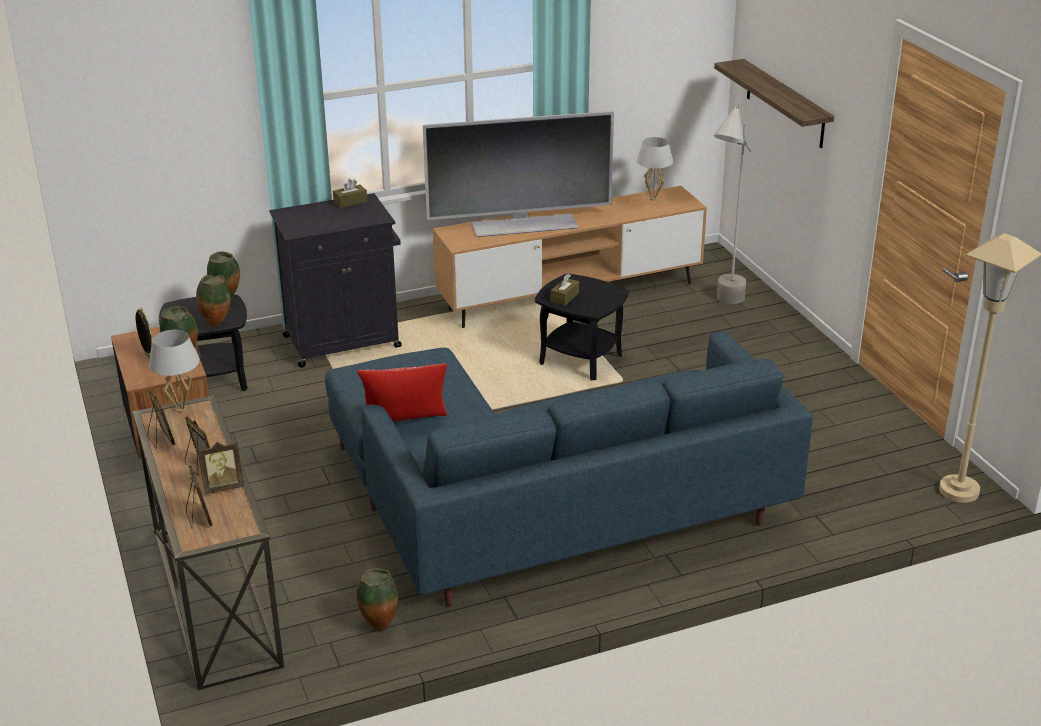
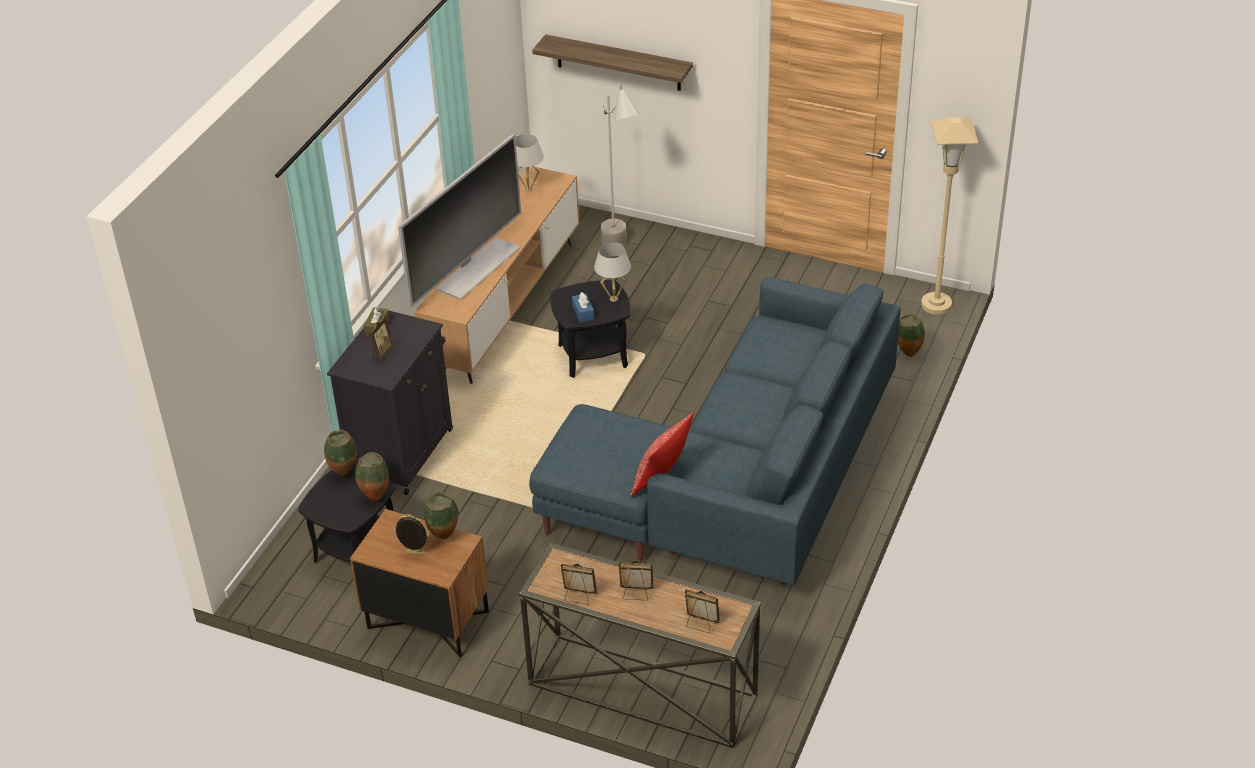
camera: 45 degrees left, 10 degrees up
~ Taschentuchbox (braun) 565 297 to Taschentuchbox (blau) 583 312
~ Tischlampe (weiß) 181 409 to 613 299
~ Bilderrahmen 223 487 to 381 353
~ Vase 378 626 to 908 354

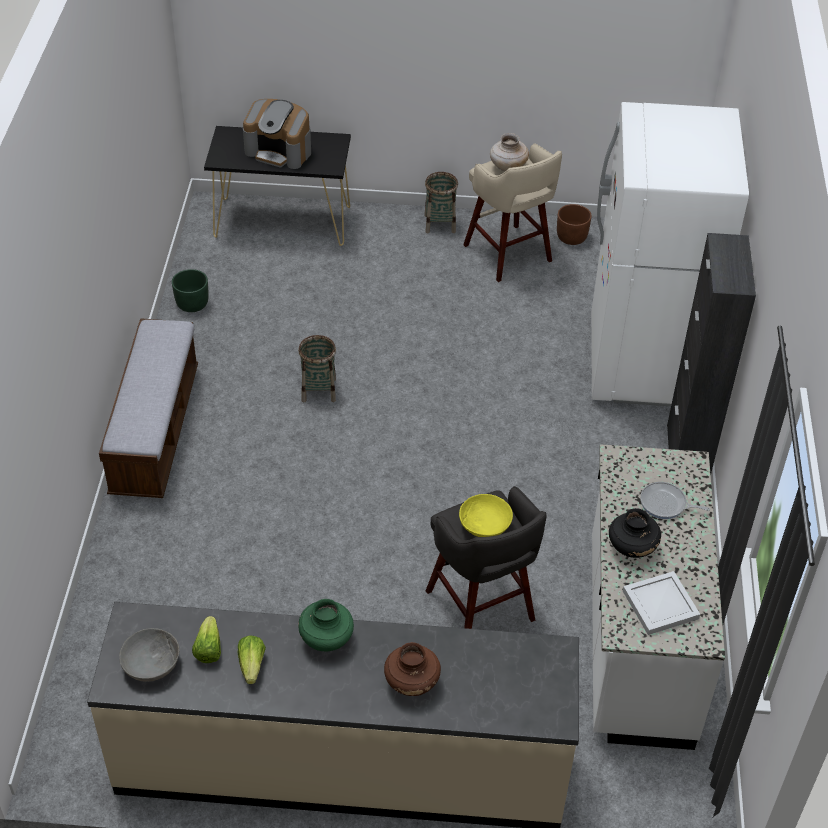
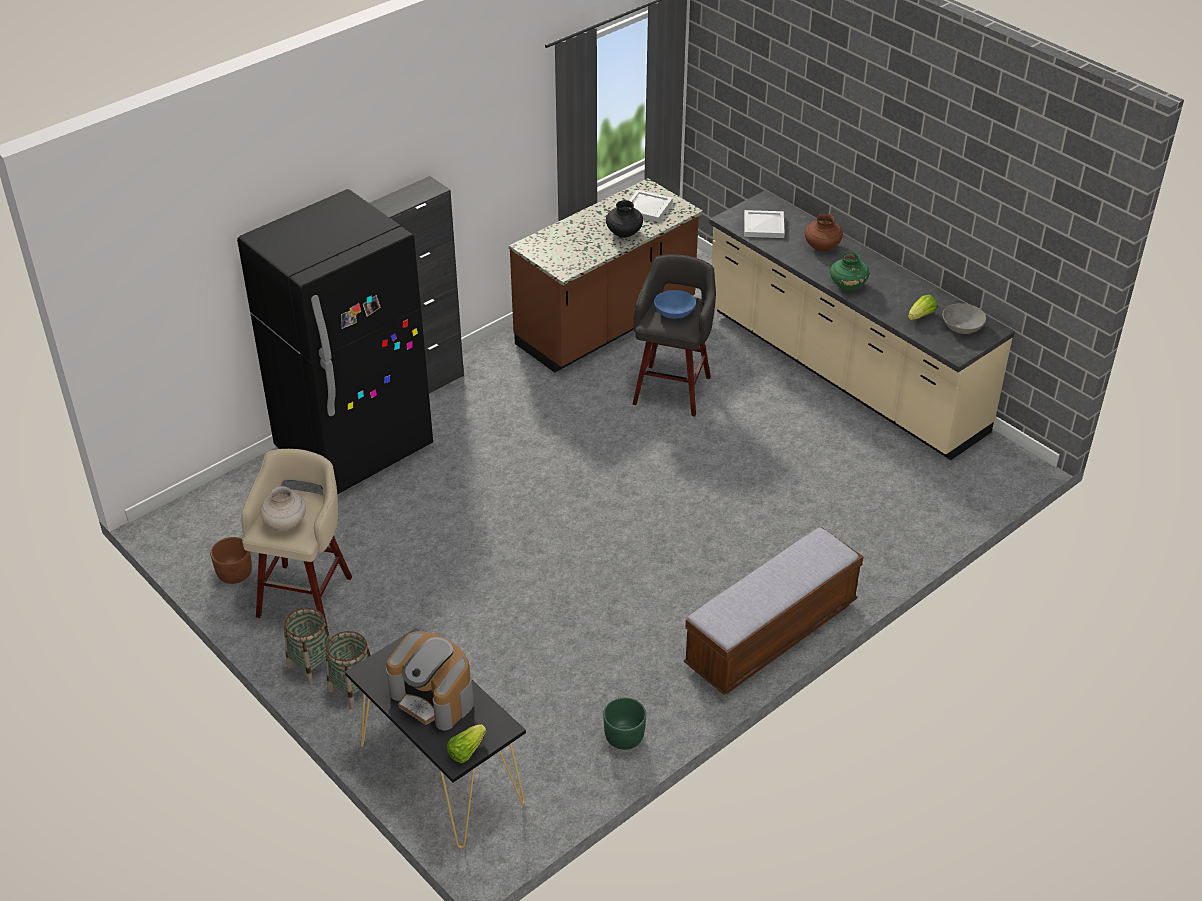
camera: 135 degrees left, 5 degrees down
~ Kaffeemaschine 279 151 = 434 697 150 degrees clockwise
~ Kühlschrank (weiß) 643 363 to Kühlschrank (schwarz) 355 449
~ Korb 318 390 to 353 689
~ Küchenzeile (weiß) 636 641 to Küchenzeile (braun) 607 325
- Pfanne 665 504
~ Schüssel (gelb) 484 525 to Schüssel (blau) 674 312
~ Salatkopf 252 665 to 466 750
+ Tablett (weiß) 764 226

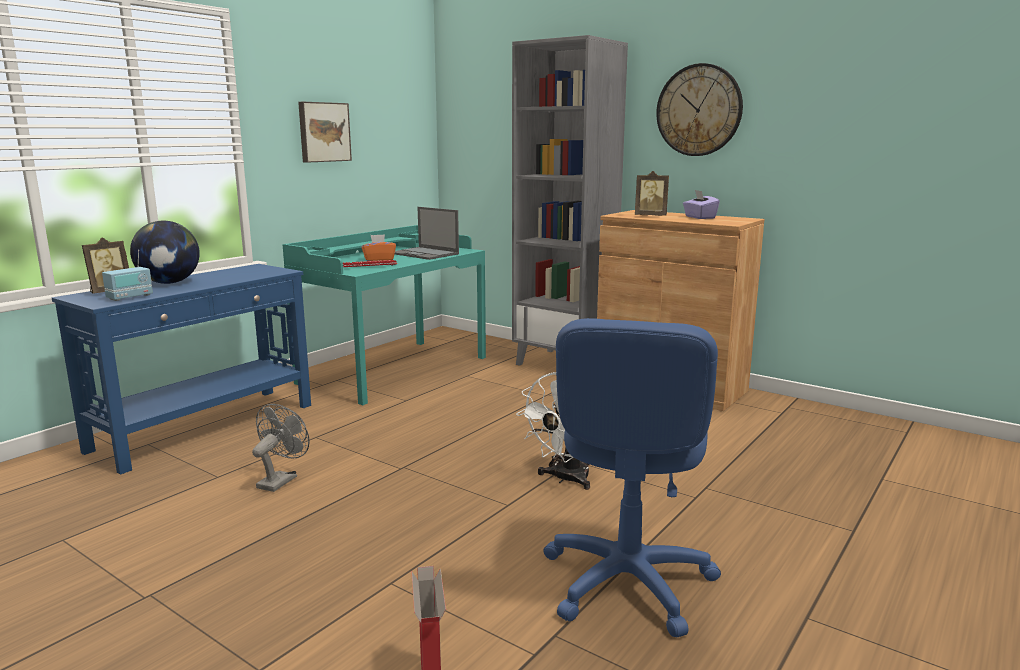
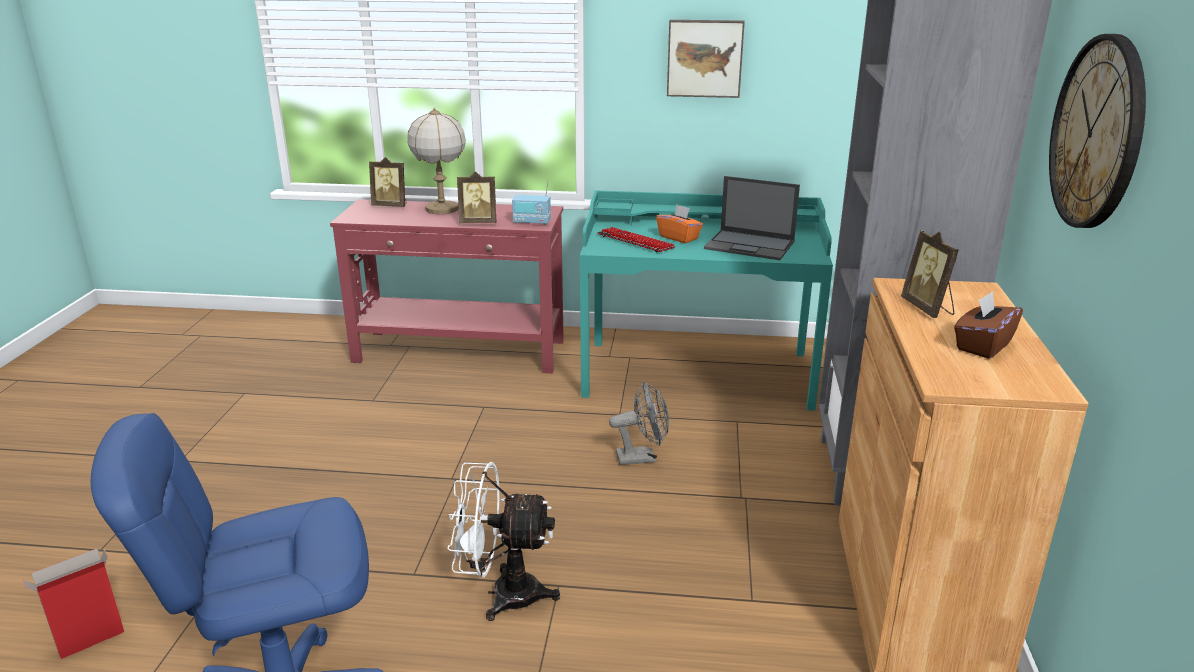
camera: 60 degrees right, 10 degrees up
~ Taschentuchbox (lila) 699 217 to Taschentuchbox (braun) 982 345
~ Laptop 425 254 = 750 245 75 degrees counterclockwise
~ Globus 169 283 to Tischlampe 441 209
~ Radio 130 297 to 532 222
~ Konsolentisch (blau) 207 427 to Konsolentisch (rot) 460 352
~ Ventilator (grau) 281 480 to 642 457
+ Bilderrahmen 478 222

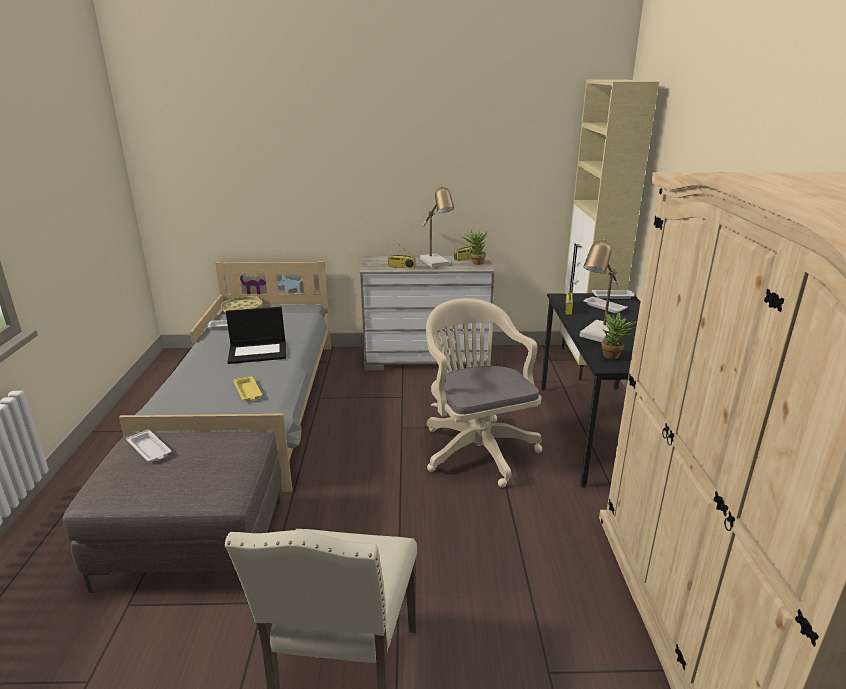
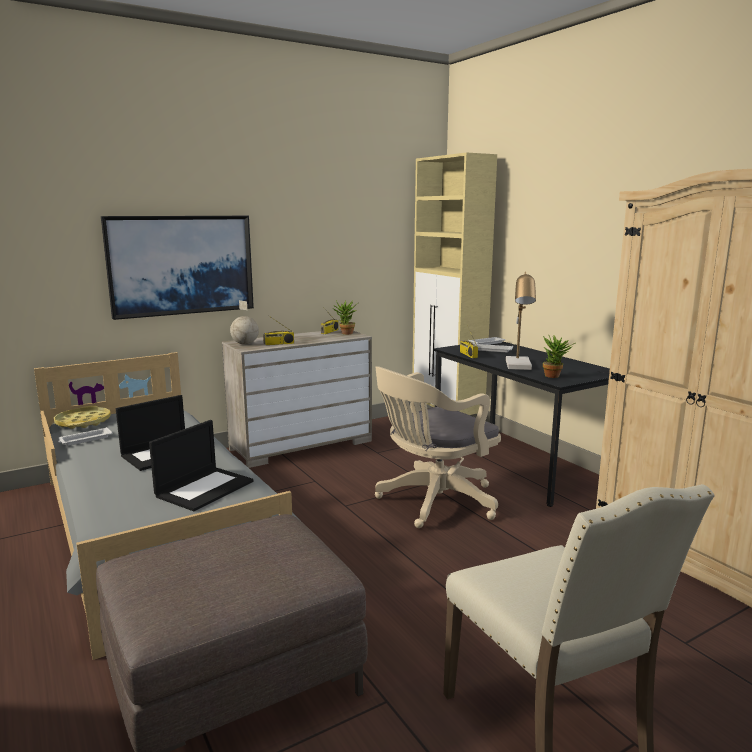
camera: 30 degrees left, 10 degrees down
- Tischlampe 436 263
~ Bürostuhl (beige) 476 447 = 433 502 75 degrees counterclockwise
~ Tablett (gelb) 248 391 to Laptop 205 488
- Tablett (weiß) 150 450
+ Bild 181 265
+ Globus 245 344

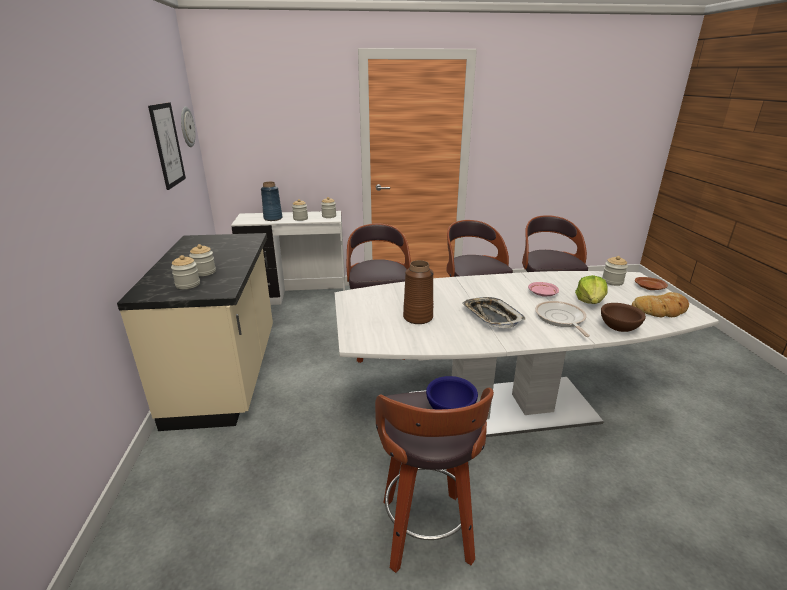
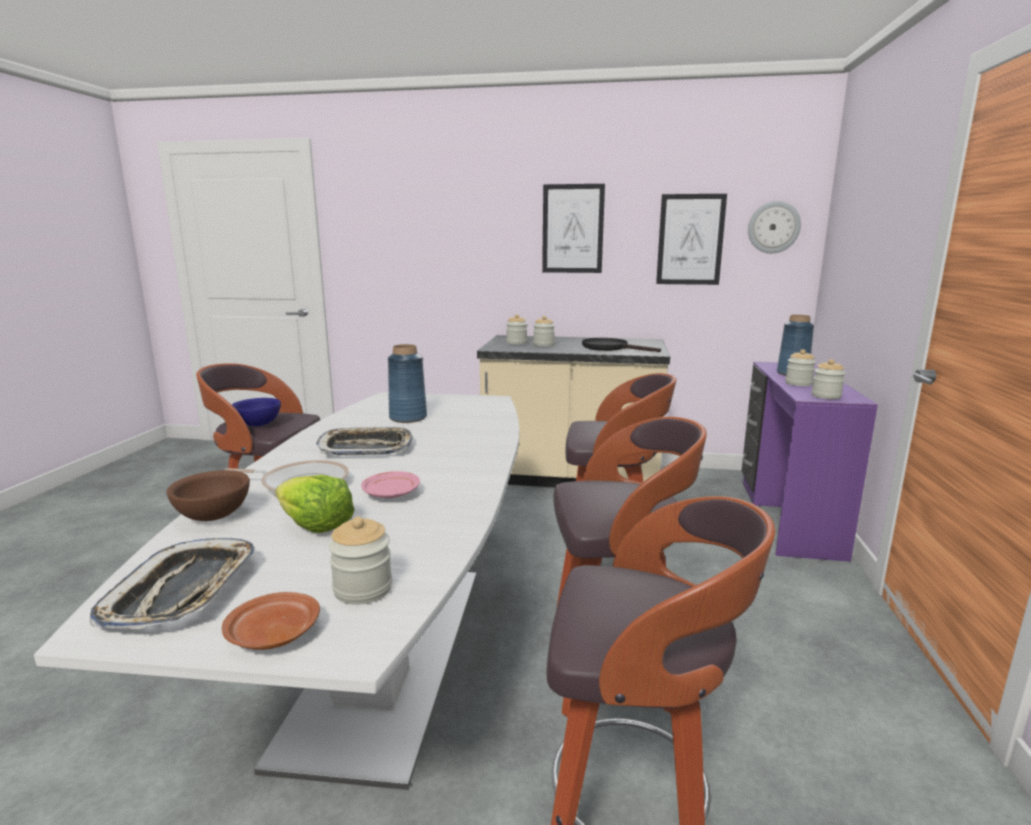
camera: 105 degrees right, 10 degrees down
~ Schreibtisch (weiß) 297 297 to Schreibtisch (lila) 786 517
~ Vase (braun) 417 317 to Vase (blau) 408 418
~ Brot 662 310 to Tablett 183 591
+ Bild 572 229
+ Pfanne (schwarz) 611 348

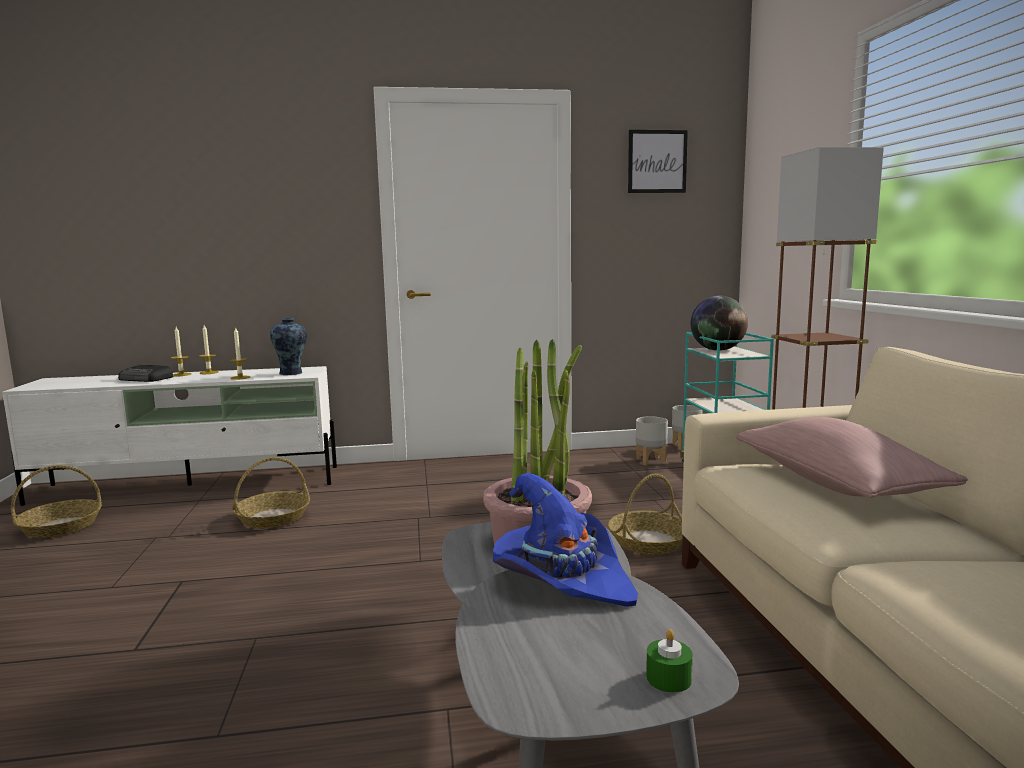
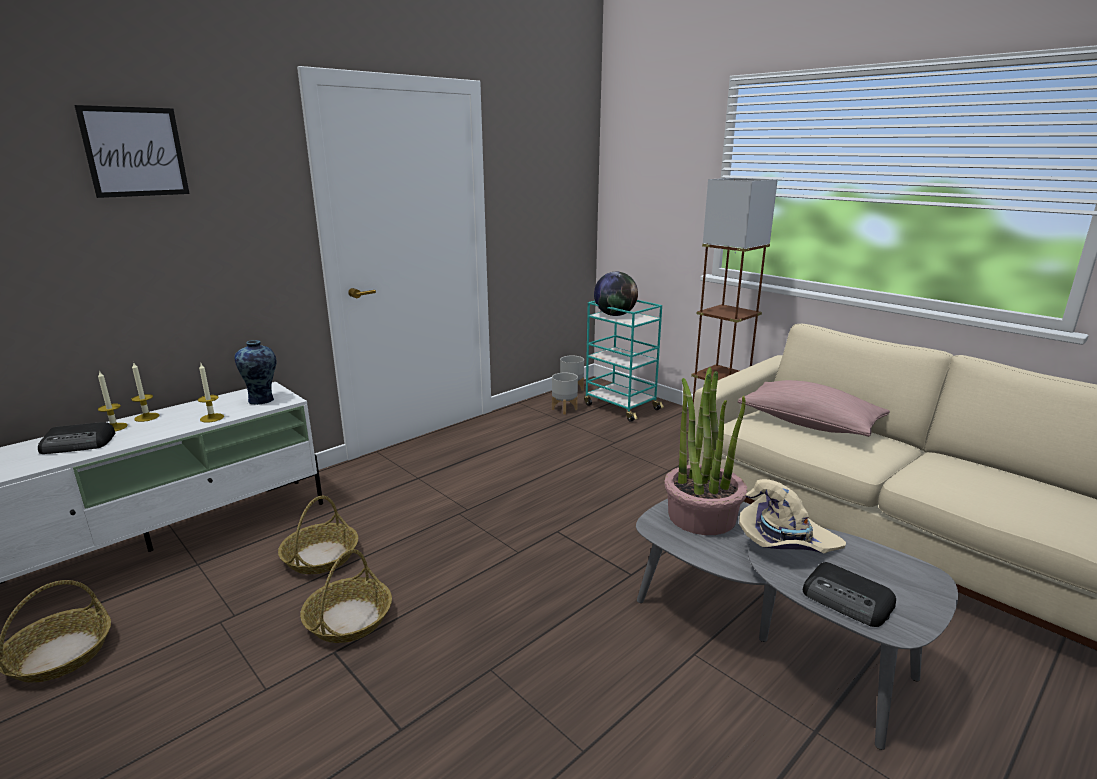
camera: 35 degrees left, 10 degrees up
~ Bild 657 161 to 135 152
~ Hut (blau) 561 578 to Hut (beige) 785 542
~ Korb 649 541 to 349 619
- Kerze (grün) 668 678
+ Radio 848 601

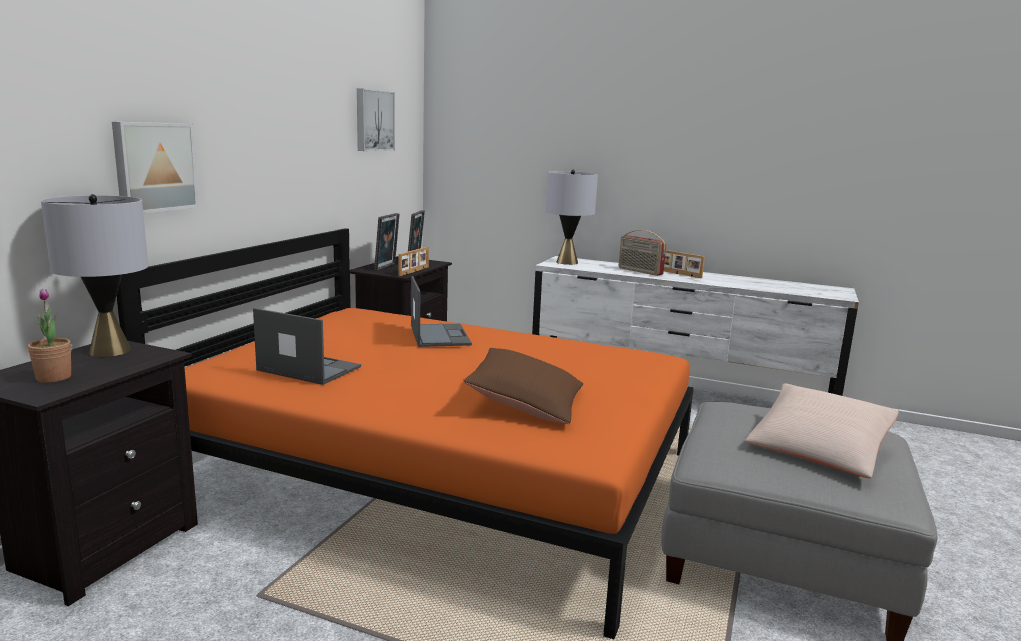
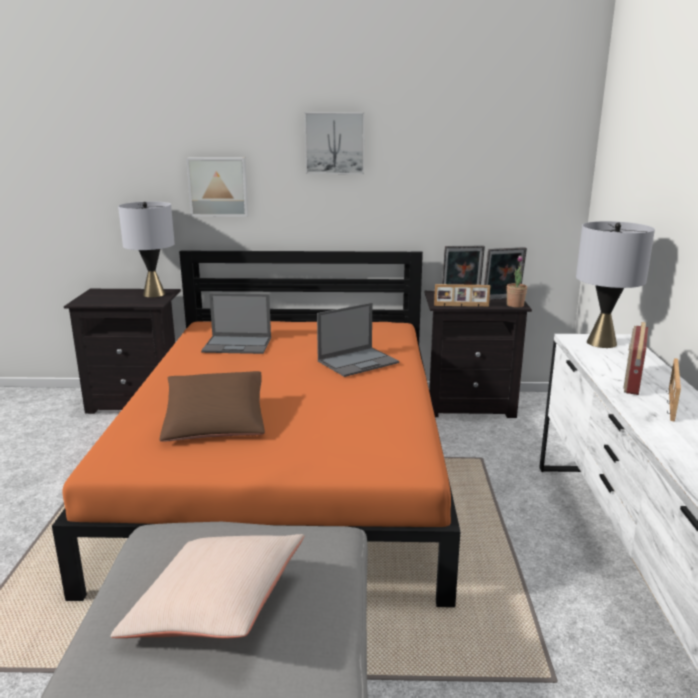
camera: 70 degrees right, 5 degrees up
~ Bild 373 120 to 334 143
~ Topfpflanze 54 377 to 515 305
~ Laptop 308 368 = 238 345 90 degrees clockwise

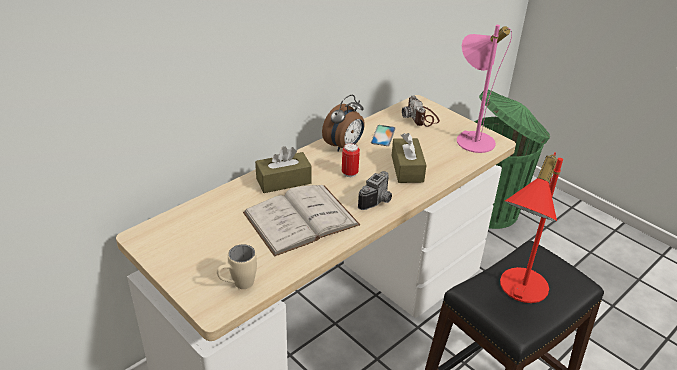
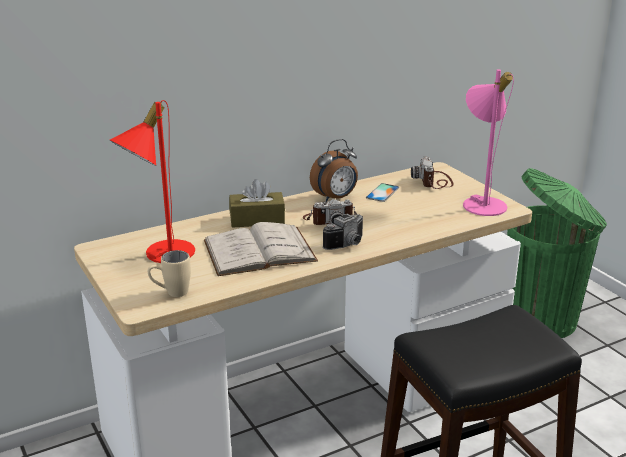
camera: 15 degrees right, 10 degrees down
- Taschentuchbox (braun) 407 168
~ Dose 349 173 to Kamera 329 220
~ Tischlampe (rot) 517 289 to 160 253

